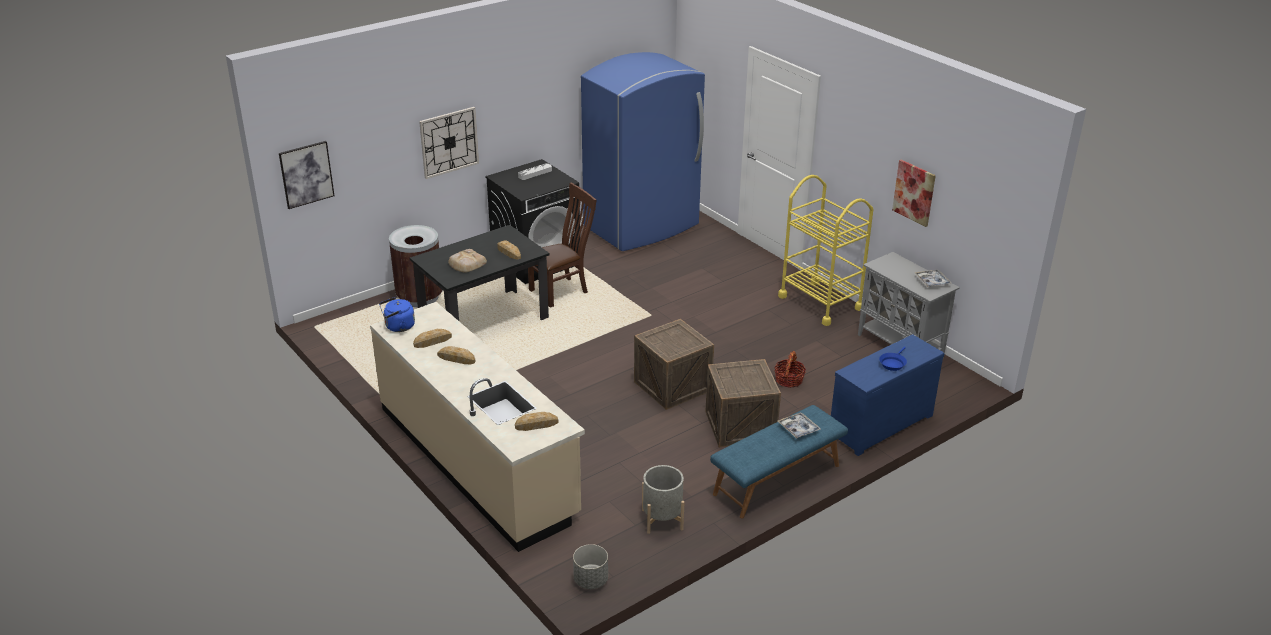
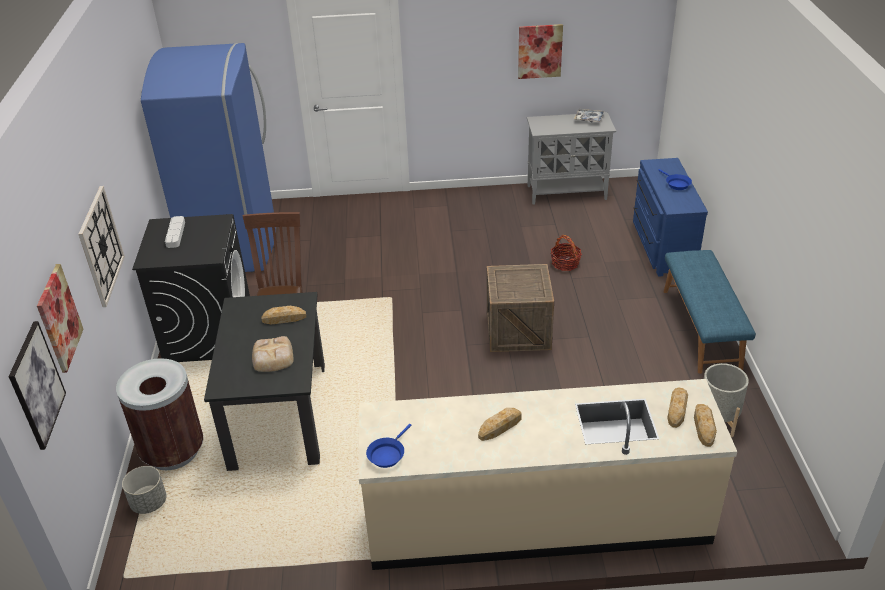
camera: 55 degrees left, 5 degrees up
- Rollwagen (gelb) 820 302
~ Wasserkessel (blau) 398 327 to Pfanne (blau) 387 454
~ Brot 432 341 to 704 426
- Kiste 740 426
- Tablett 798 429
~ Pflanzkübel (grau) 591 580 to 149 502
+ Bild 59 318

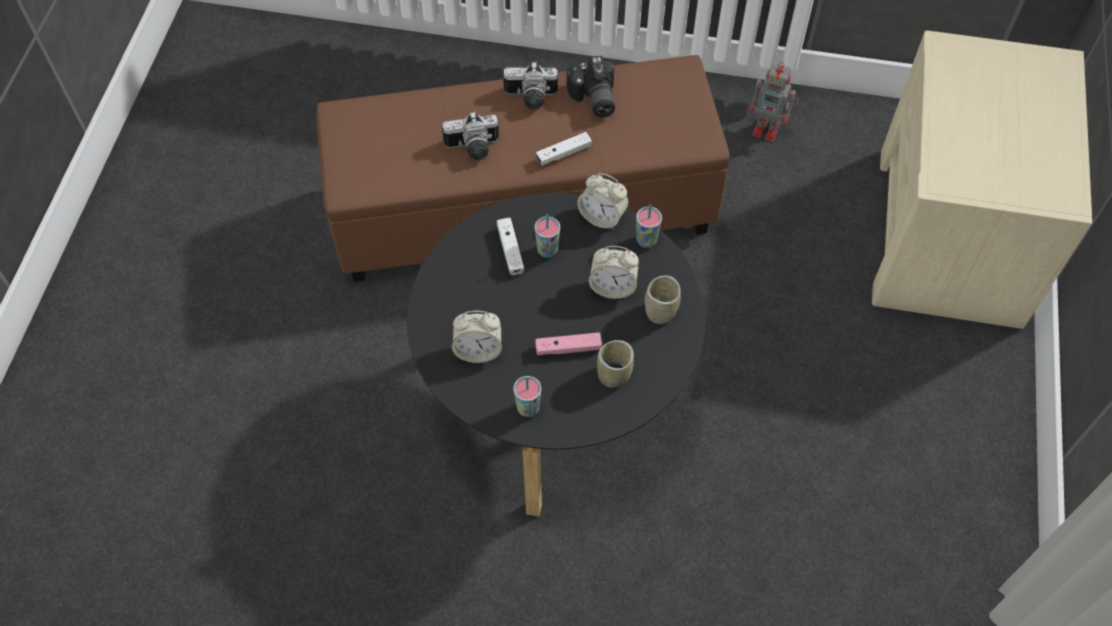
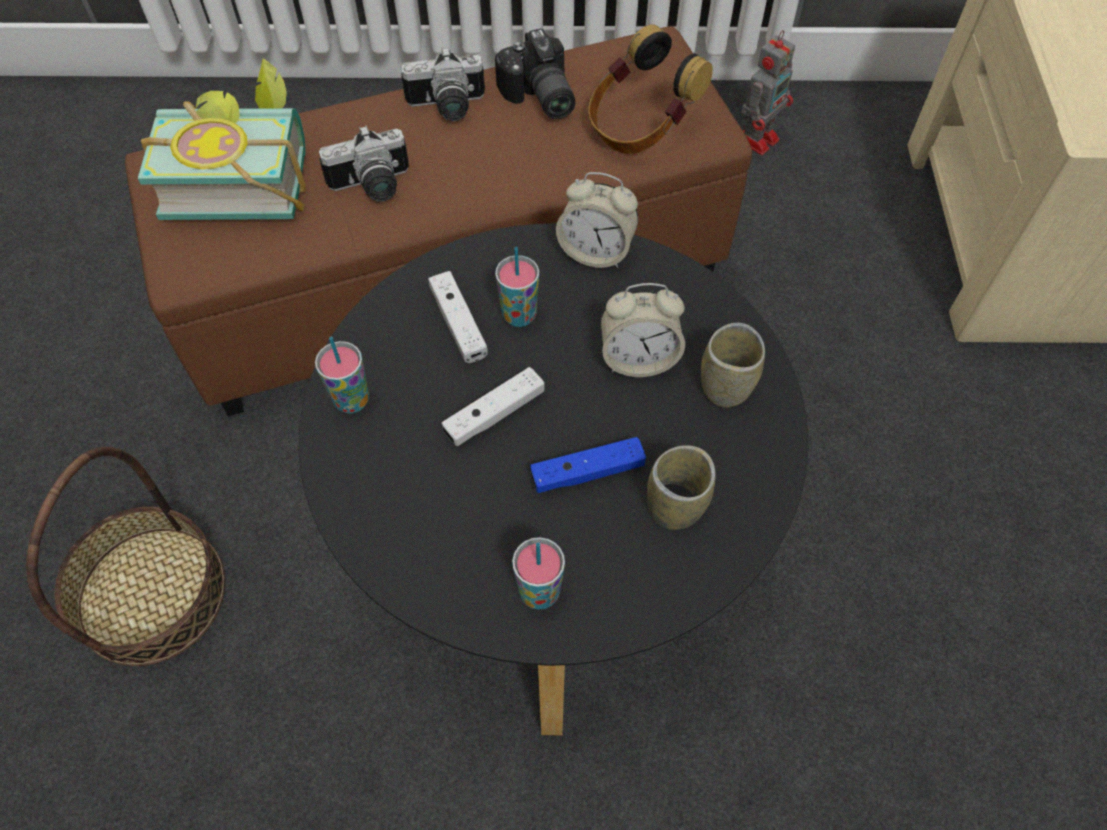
camera: 10 degrees left, 0 degrees up
~ Spielzeugroboter 768 129 = 758 138 60 degrees counterclockwise
~ Gamepad (weiß) 563 153 to 494 414
~ Tasse 646 240 to 352 400
- Wecker 478 350
~ Gamepad (rosa) 568 348 to Gamepad (blau) 587 472
+ Kopfhörer 640 127
+ Buch 240 175
+ Korb 151 594

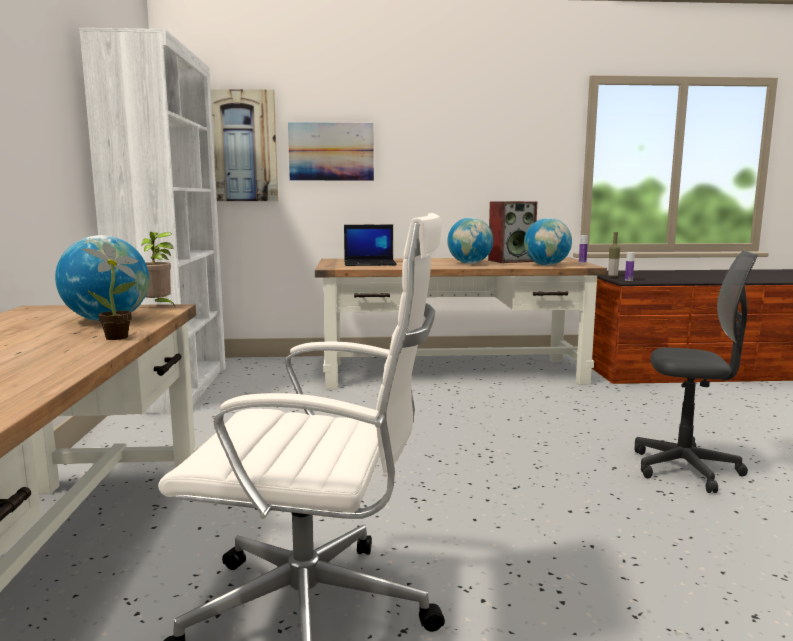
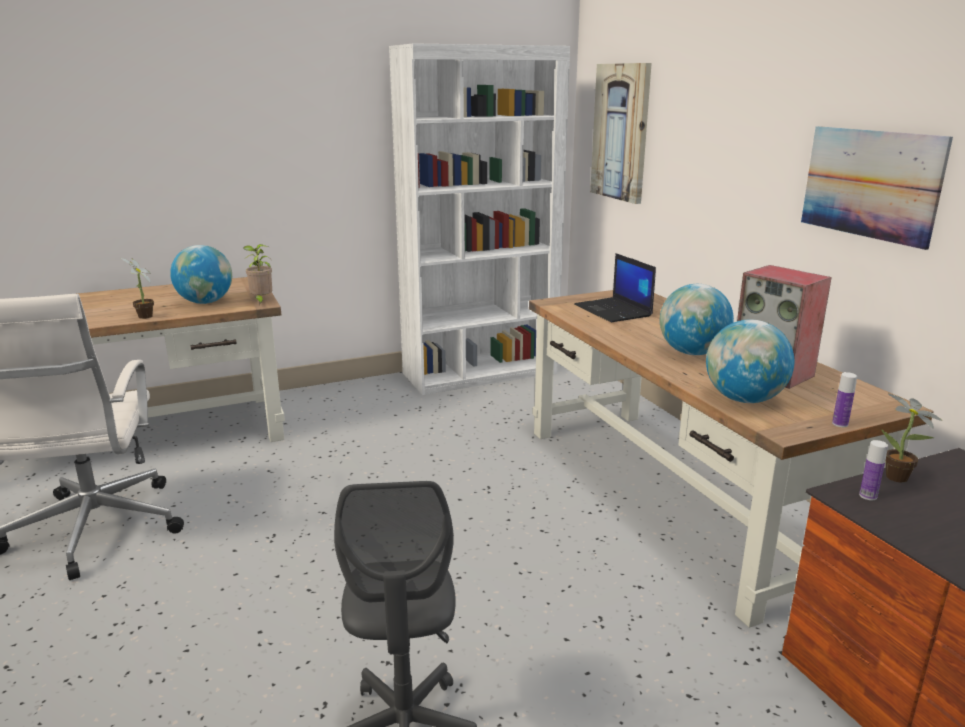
camera: 70 degrees right, 10 degrees up
~ Bild 331 152 to 870 184
~ Flasche 612 276 to Topfpflanze 899 479

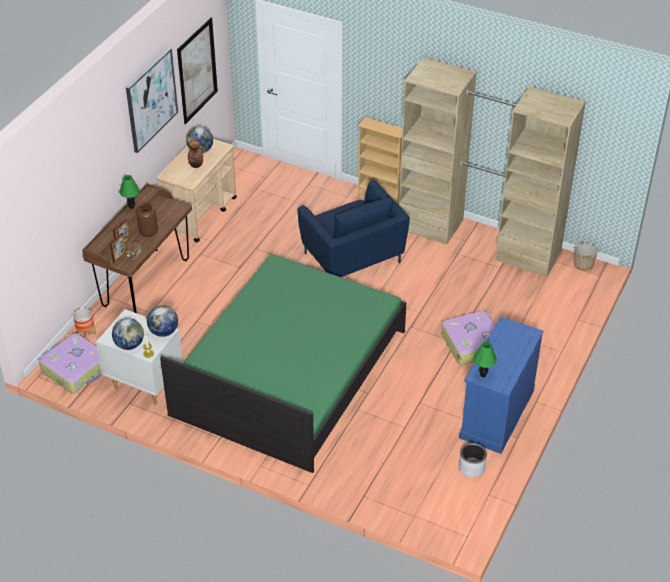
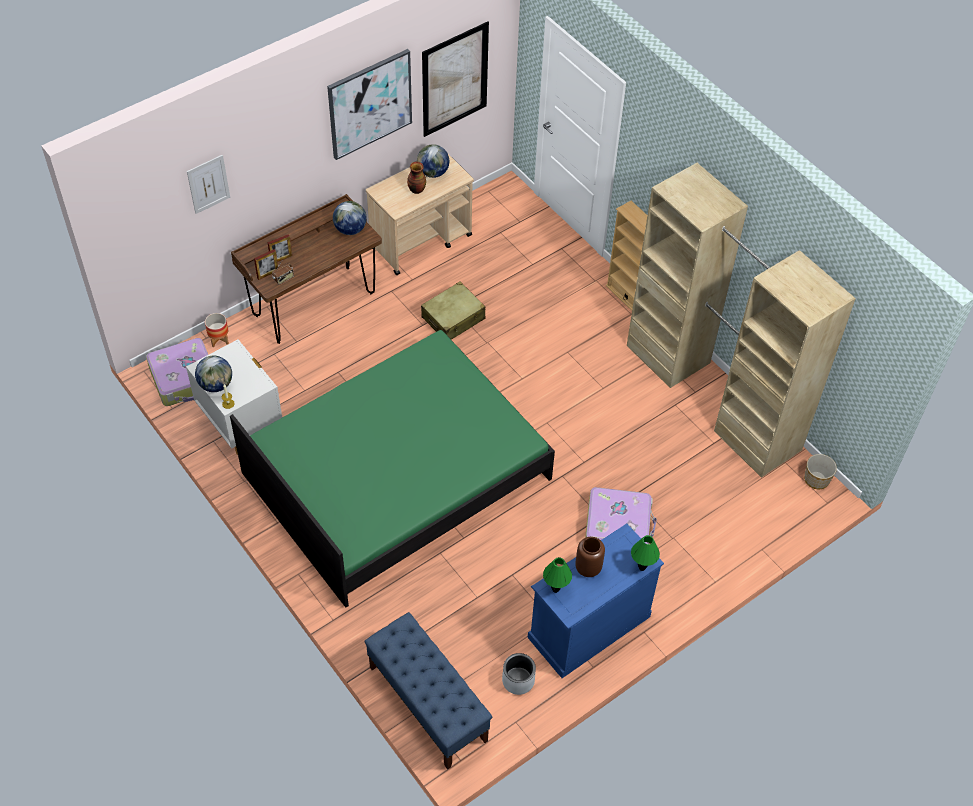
camera: 25 degrees right, 10 degrees up
~ Tischlampe (grün) 131 207 to 641 567
- Sessel (blau) 352 259
~ Vase (braun) 148 232 to 587 567
~ Globus 163 332 to 350 229
+ Bild 208 184
+ Koffer (beige) 453 318
+ Bank (blau) 427 703

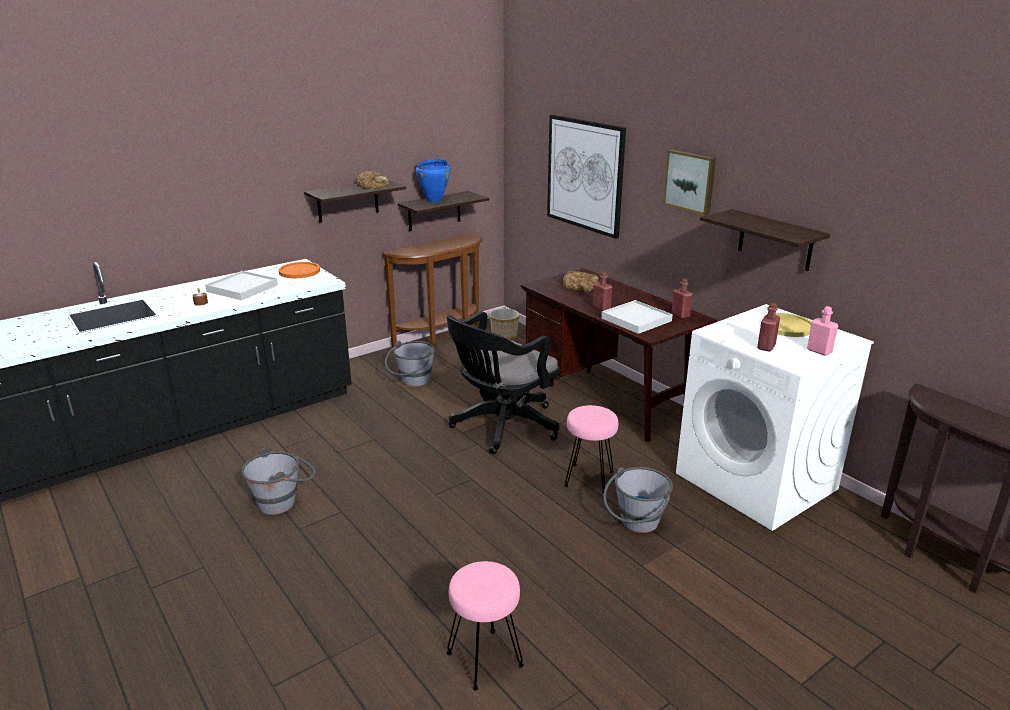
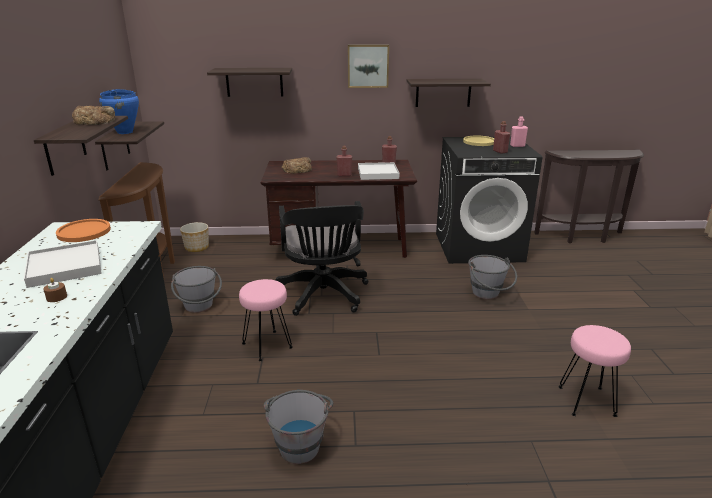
camera: 55 degrees left, 0 degrees up
~ Bild 585 175 to Wandregal 254 82
~ Waschmaschine (weiß) 757 481 to Waschmaschine (schwarz) 479 247
~ Hocker (rosa) 589 478 to 267 345

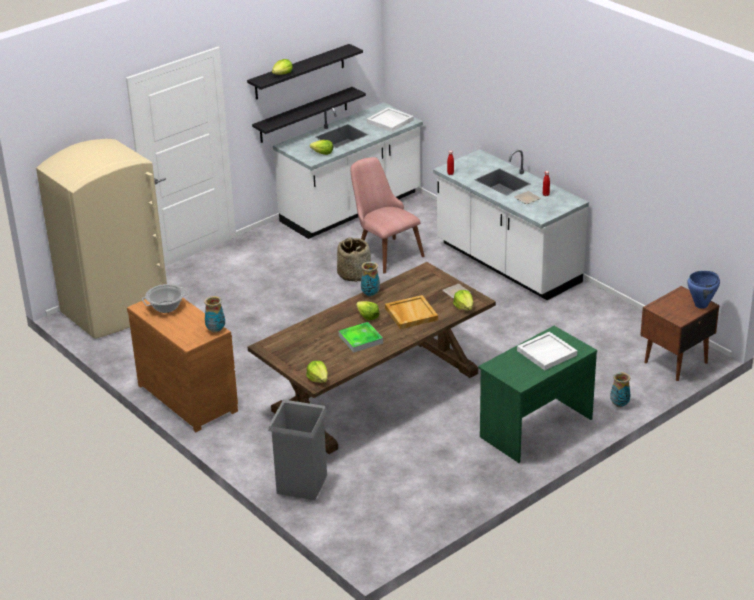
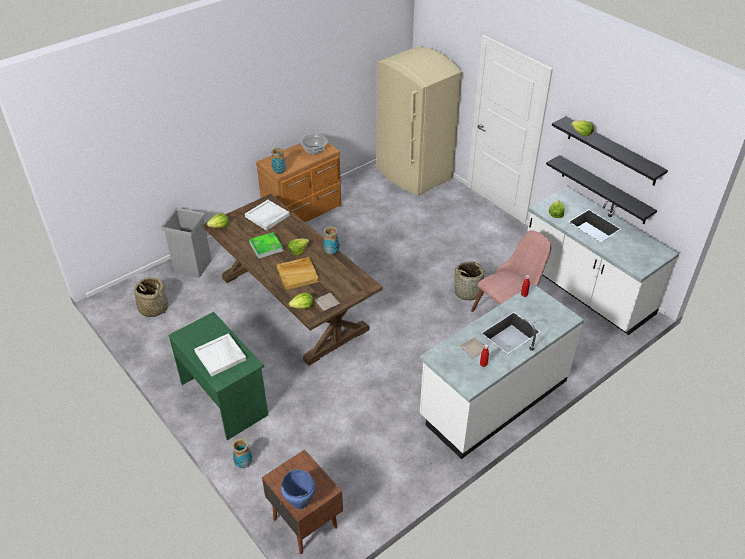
camera: 90 degrees right, 10 degrees up
~ Tablett (weiß) 390 121 to 267 216
+ Korb 153 308

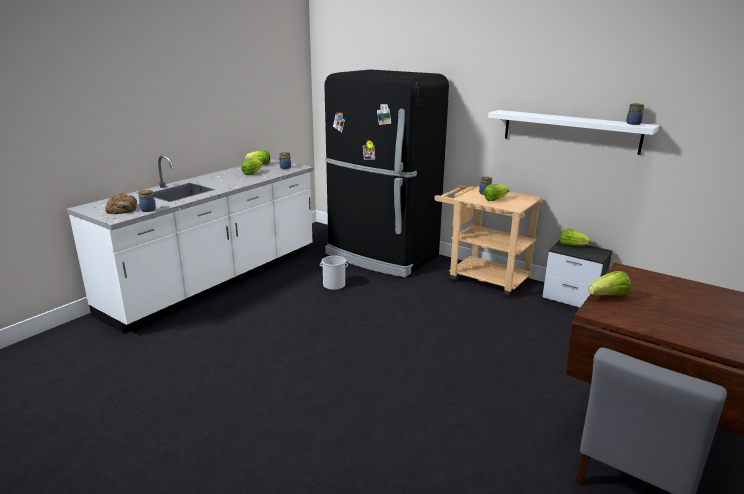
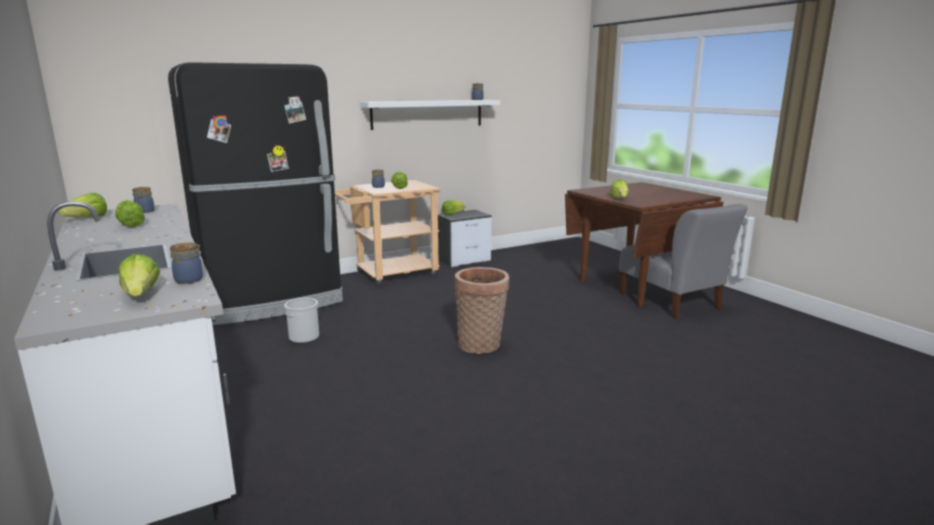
camera: 65 degrees left, 5 degrees down
~ Brot 122 209 to Salatkopf 141 295
+ Korb 481 346

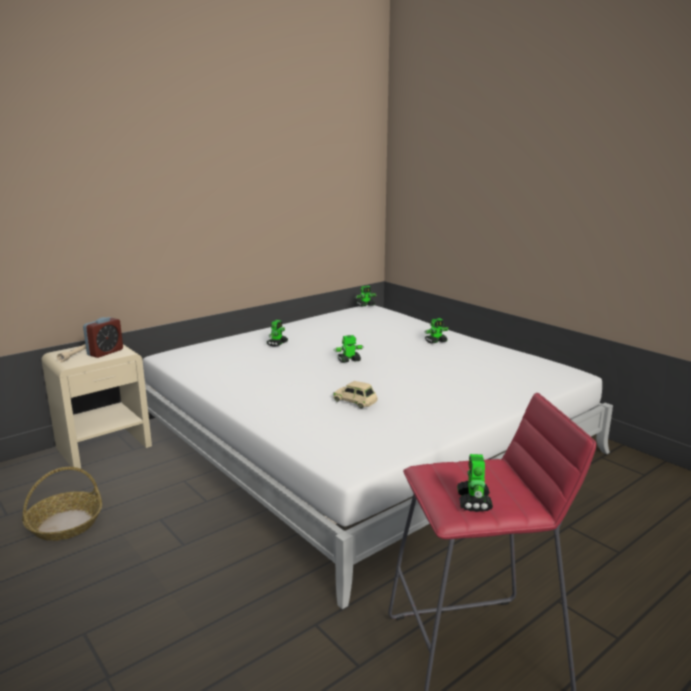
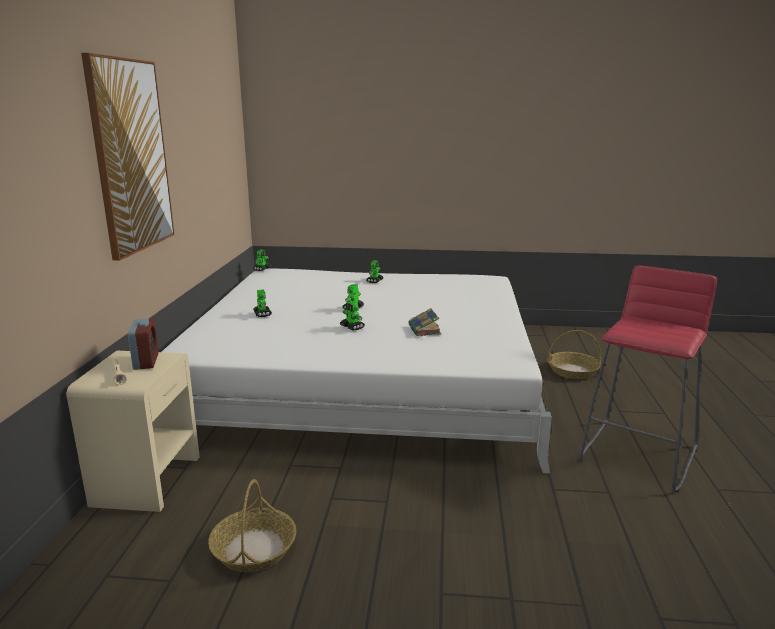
camera: 45 degrees left, 0 degrees up
~ Spielzeugauto (beige) 355 401 to Buch 424 330
~ Spielzeugroboter 474 502 to 352 327
+ Bild 130 156
+ Korb 573 371

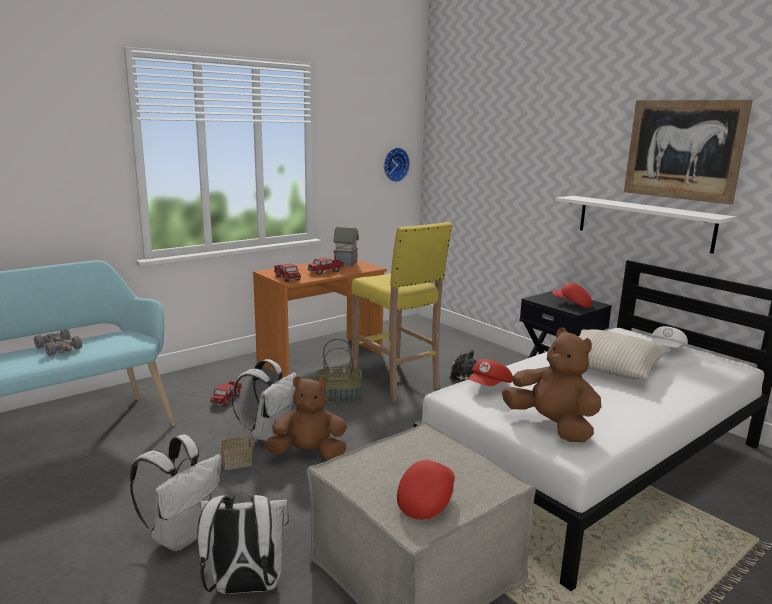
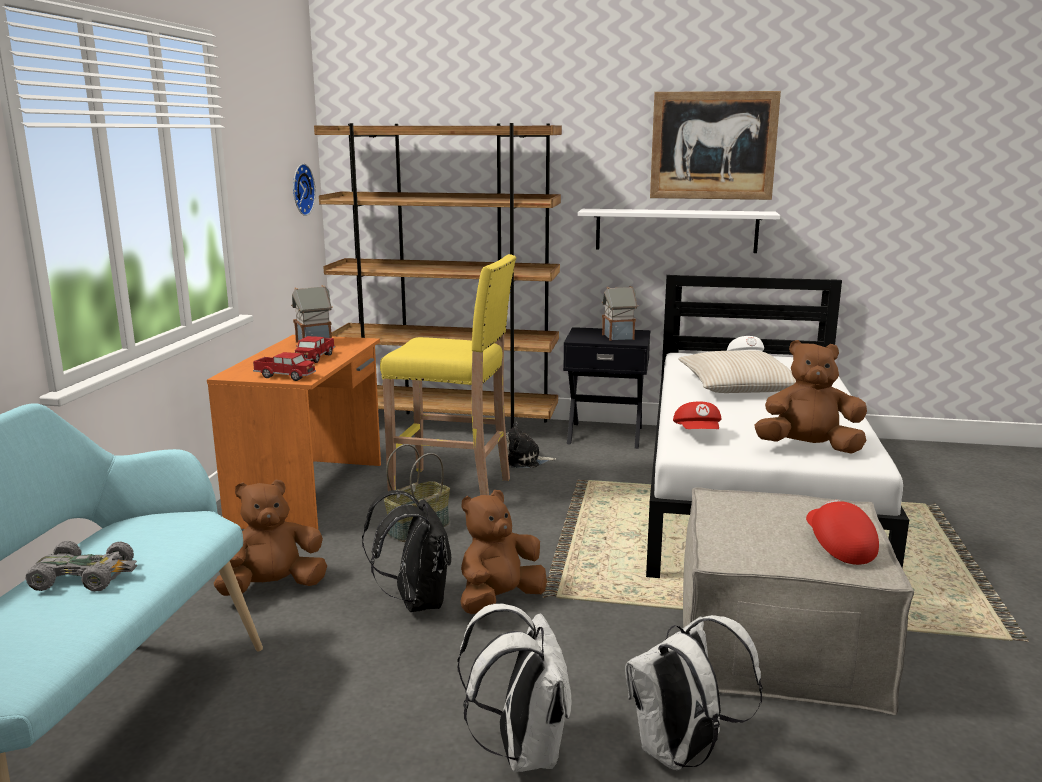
camera: 40 degrees left, 0 degrees up
~ Kappe (rot) 572 304 to Spielzeughaus 618 337
~ Rucksack (weiß) 270 435 to Rucksack (schwarz) 415 601
~ Spielzeuglaster 226 399 to Plüschtier (braun) 273 587
- Korb 238 462
+ Bücherregal (braun) 447 425

